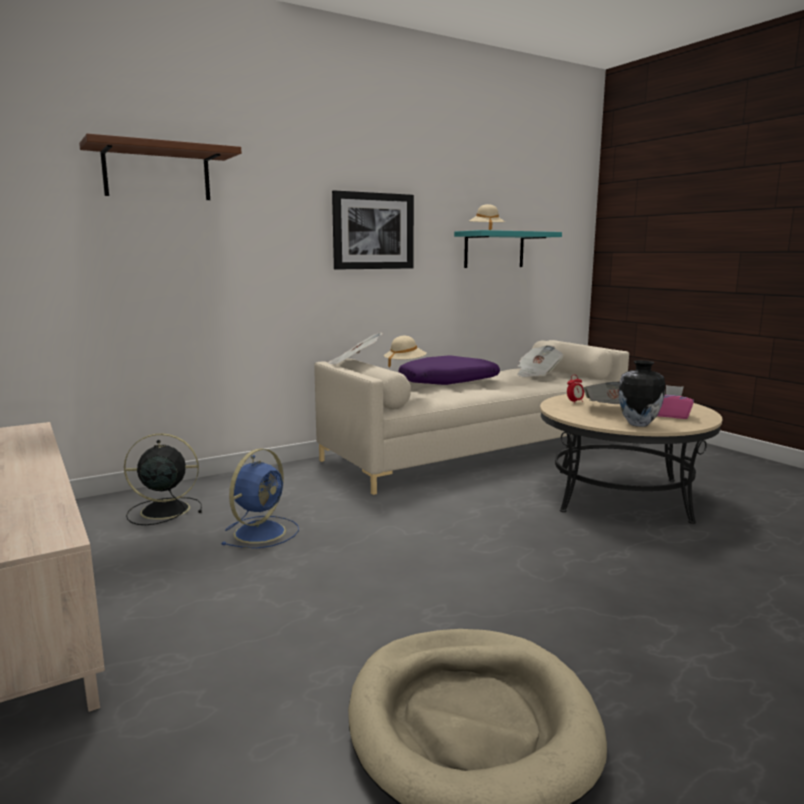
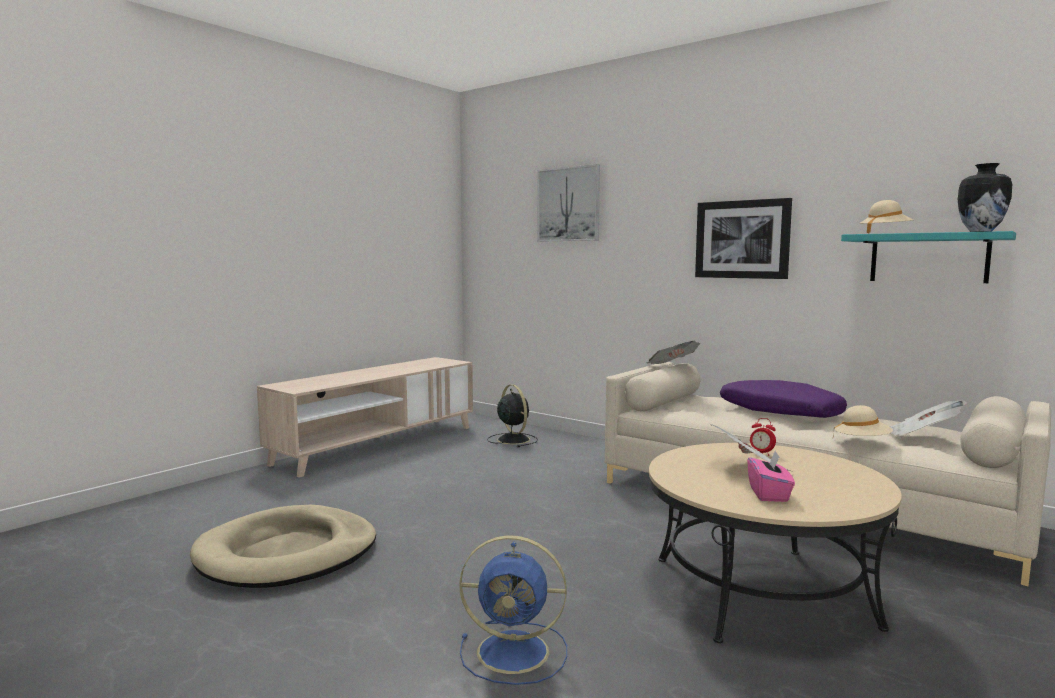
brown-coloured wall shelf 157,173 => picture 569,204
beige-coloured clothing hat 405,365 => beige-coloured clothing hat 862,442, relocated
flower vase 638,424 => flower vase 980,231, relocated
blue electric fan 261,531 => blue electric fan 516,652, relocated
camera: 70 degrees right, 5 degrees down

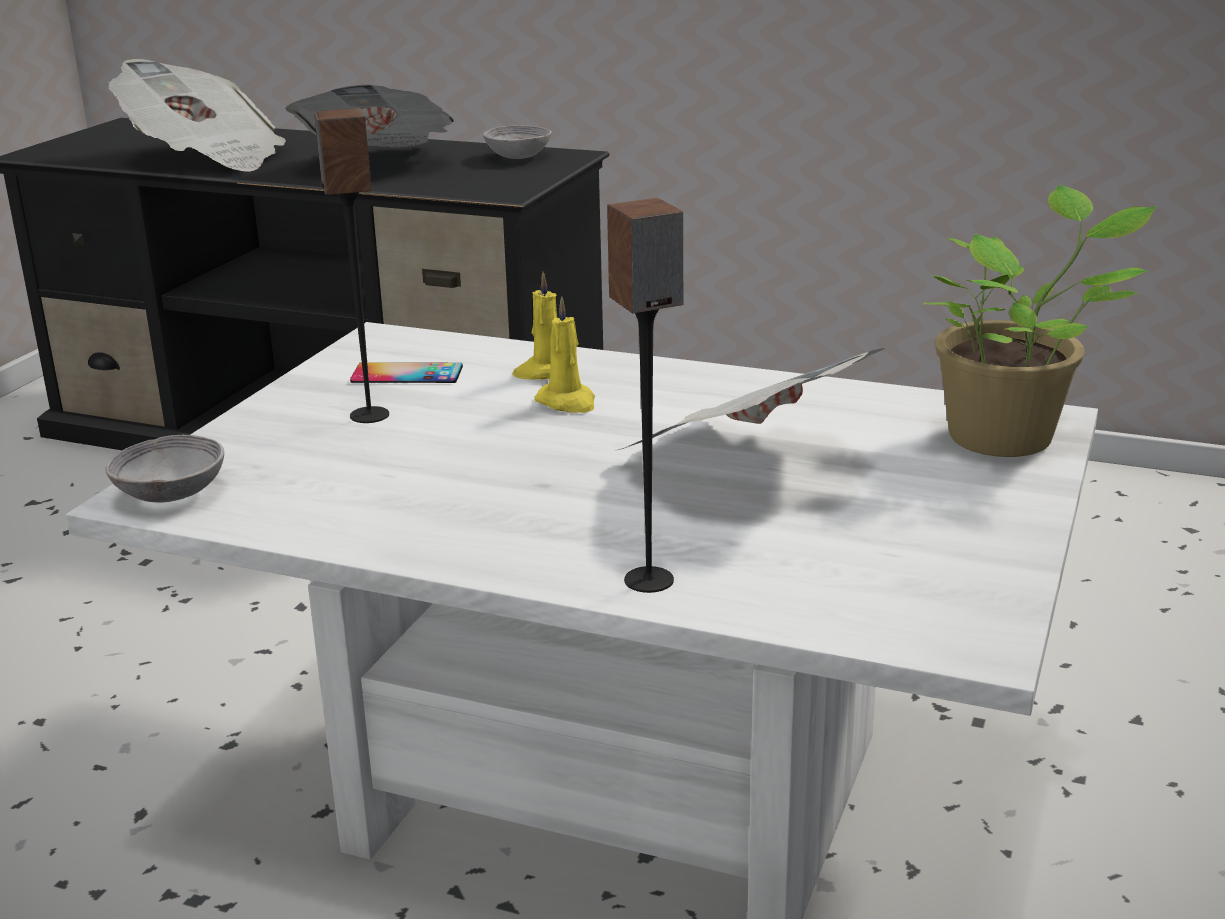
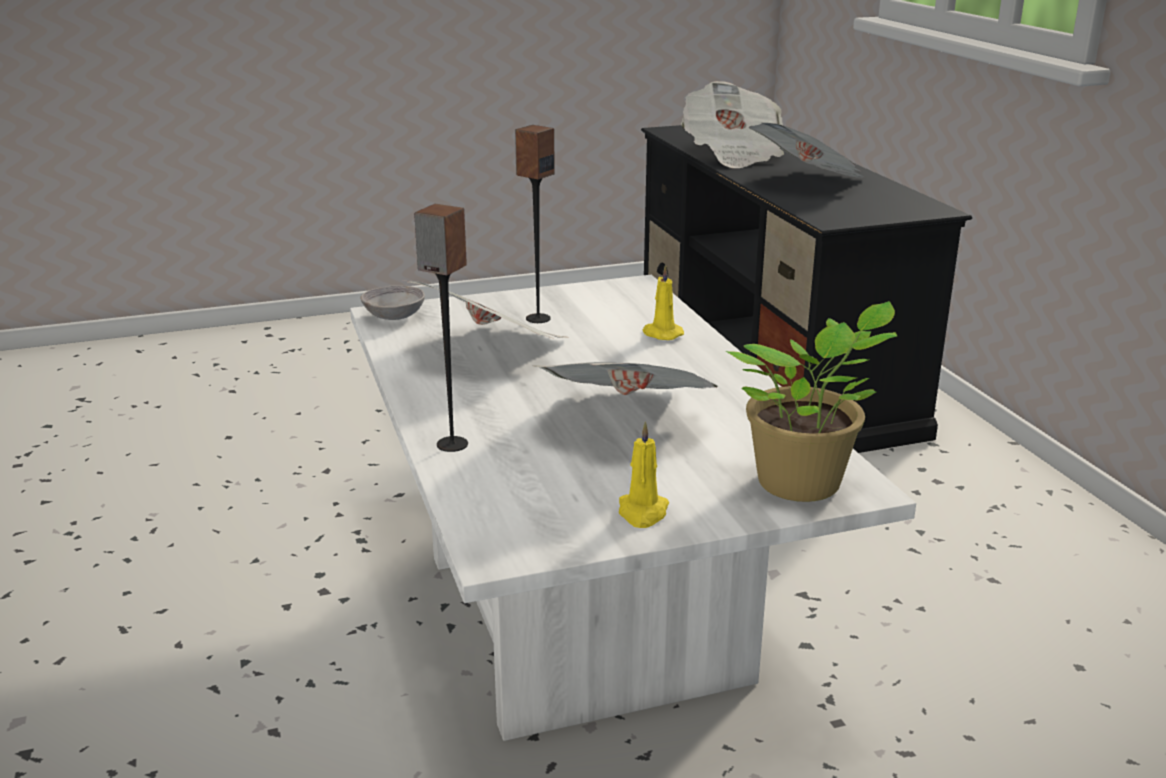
grey serving bowl 518,157 => nothing
yellow candle 567,402 => yellow candle 642,512, relocated
handset 407,374 => nothing
nothing => printed paper 490,351
camera: 50 degrees right, 0 degrees up

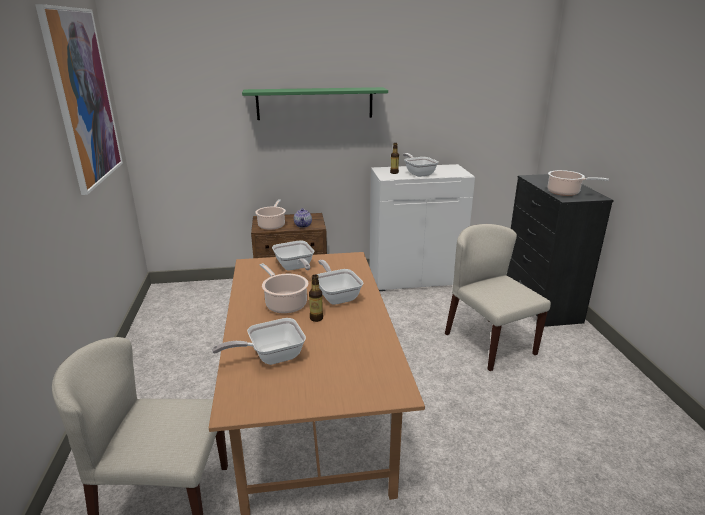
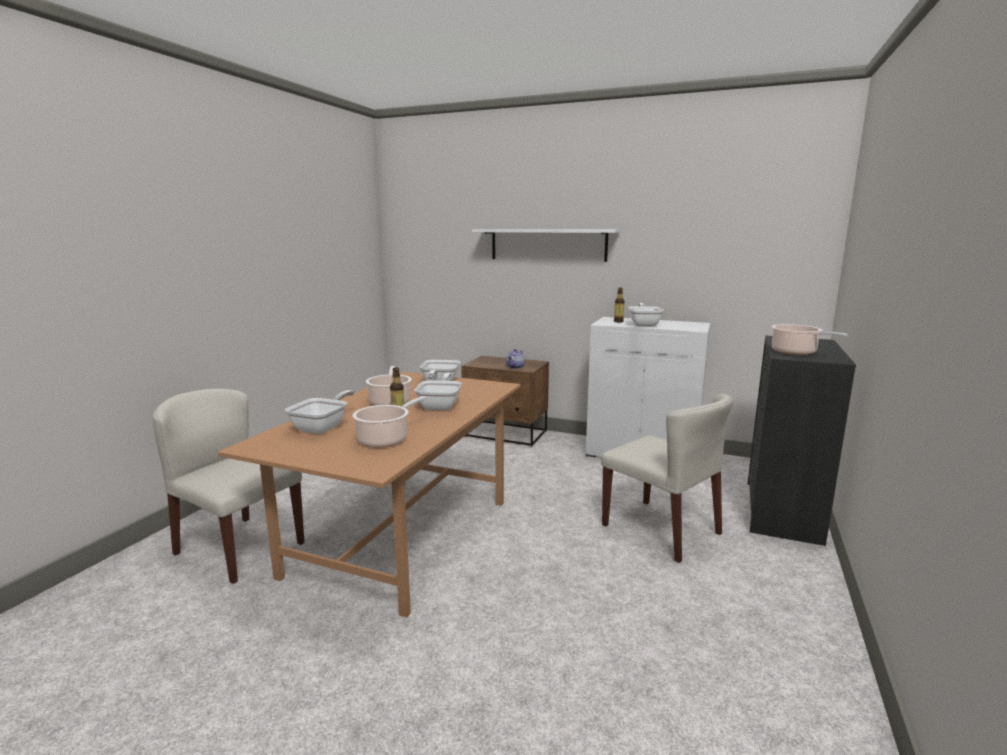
picture 83,98 => nothing
greenish wall shelf 315,103 => white-coloured wall shelf 548,244
saucepot 272,225 => saucepot 385,439, relocated
beige-coloured chair 489,343 => beige-coloured chair 662,529, 135 degrees clockwise
frying pan 271,356 => frying pan 323,427, 105 degrees clockwise
camera: 30 degrees right, 10 degrees down

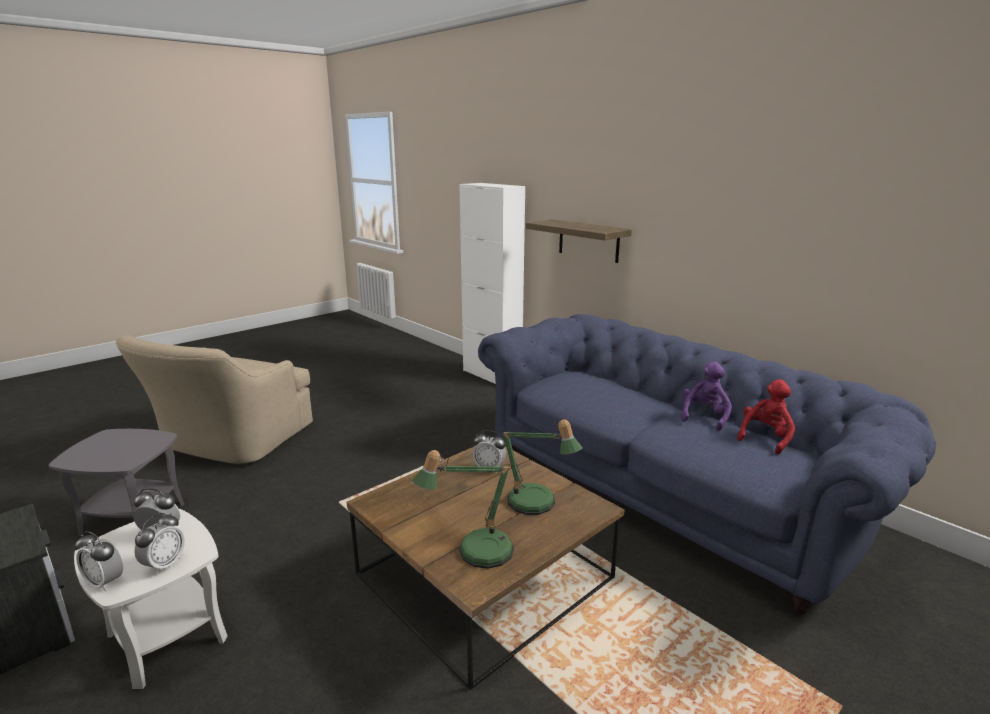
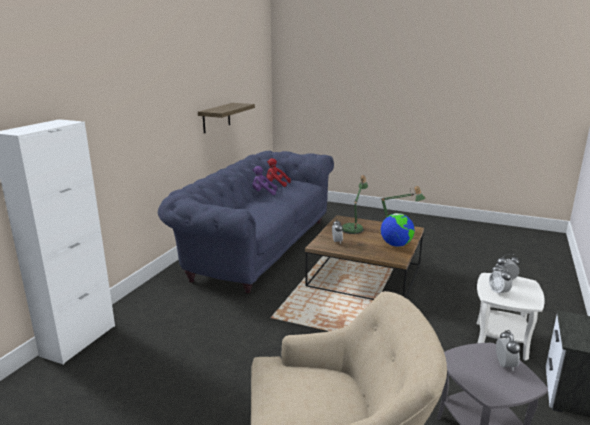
wall shelf 588,240 => wall shelf 216,118, relocated
bedside clock 105,582 => bedside clock 505,365, relocated
nothing => world globe 396,245
camera: 115 degrees left, 0 degrees up

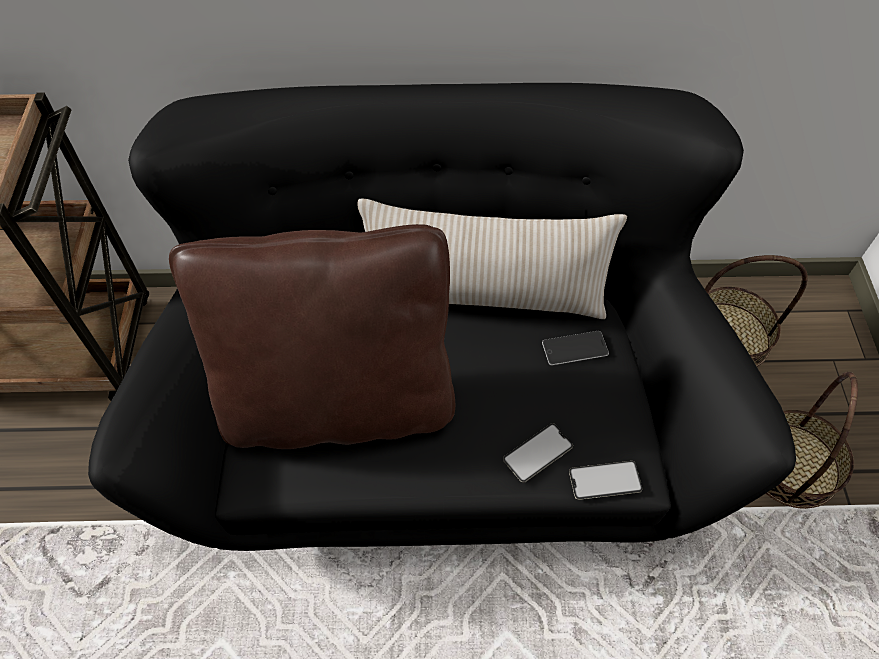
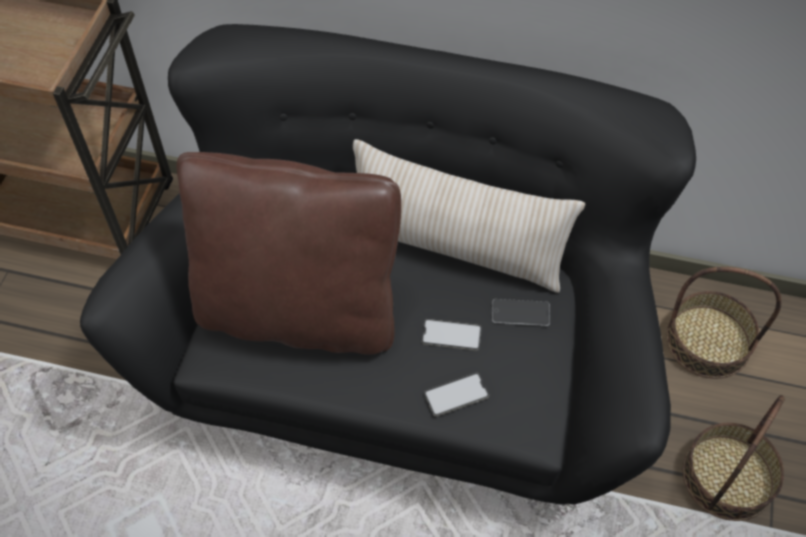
handset 605,480 => handset 451,335, relocated
camera: 15 degrees right, 0 degrees up

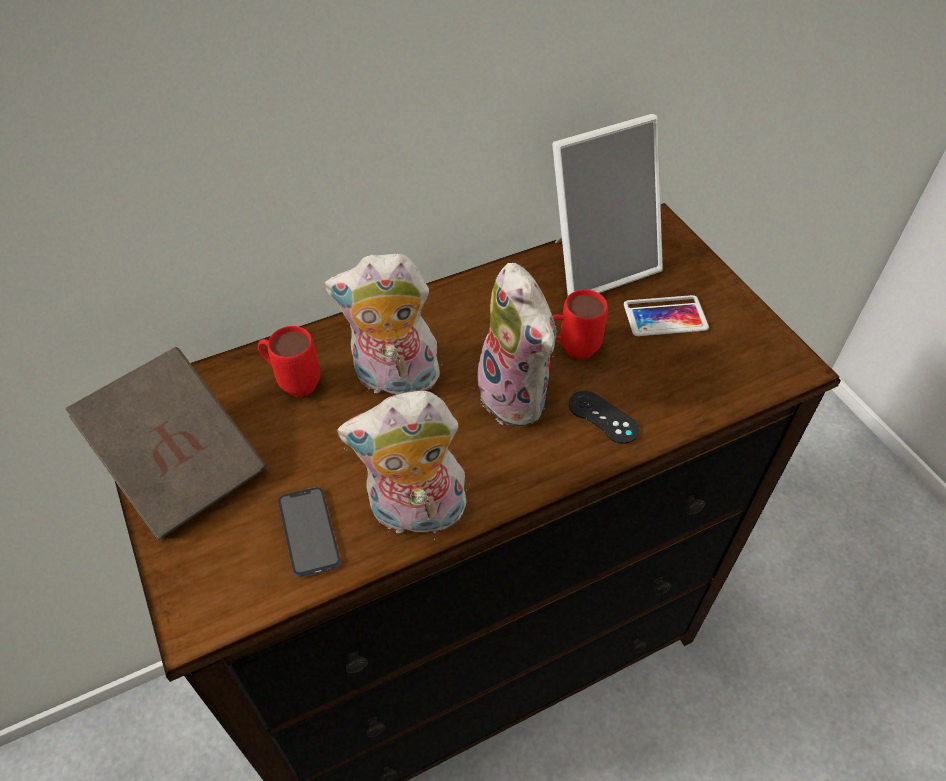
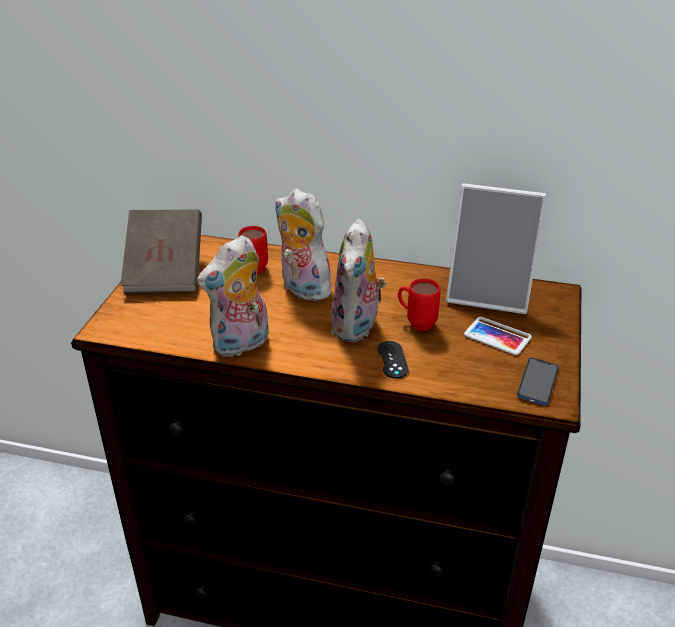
cuddly toy 415,514 => cuddly toy 241,345, 75 degrees counterclockwise
handset 309,532 => handset 537,382, relocated
camera: 40 degrees right, 15 degrees down

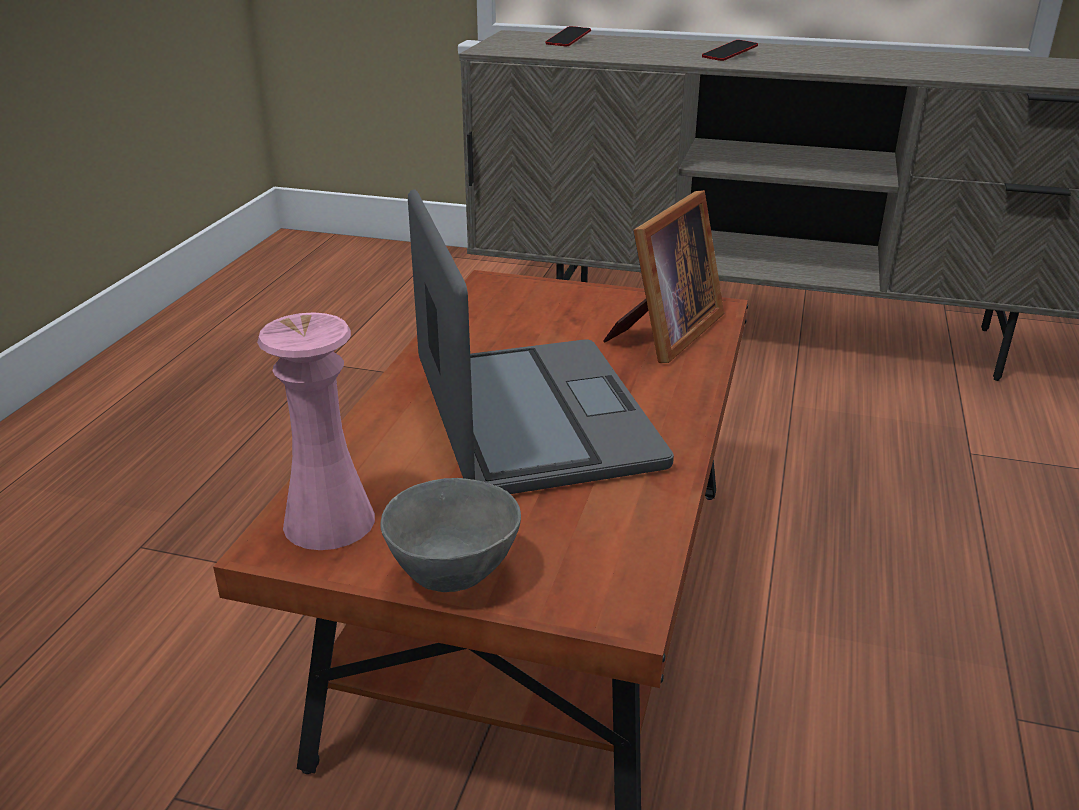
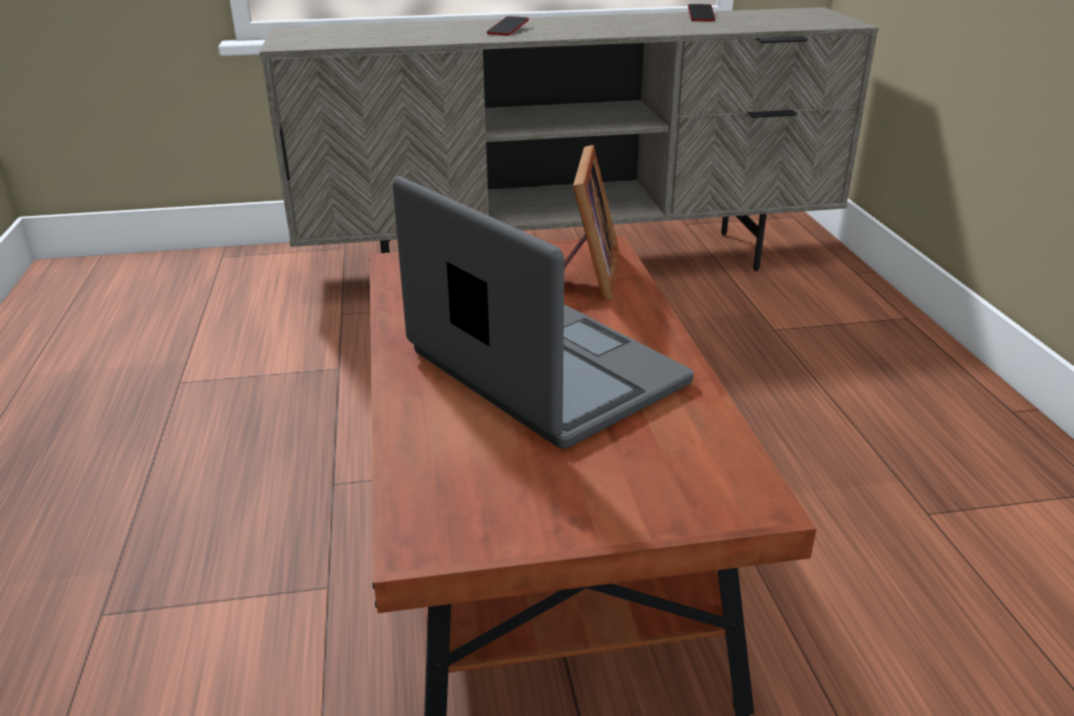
handset 568,41 => handset 701,16, relocated
pink flower vase 329,521 => nothing
grey serving bowl 454,575 => nothing
camera: 25 degrees left, 0 degrees up

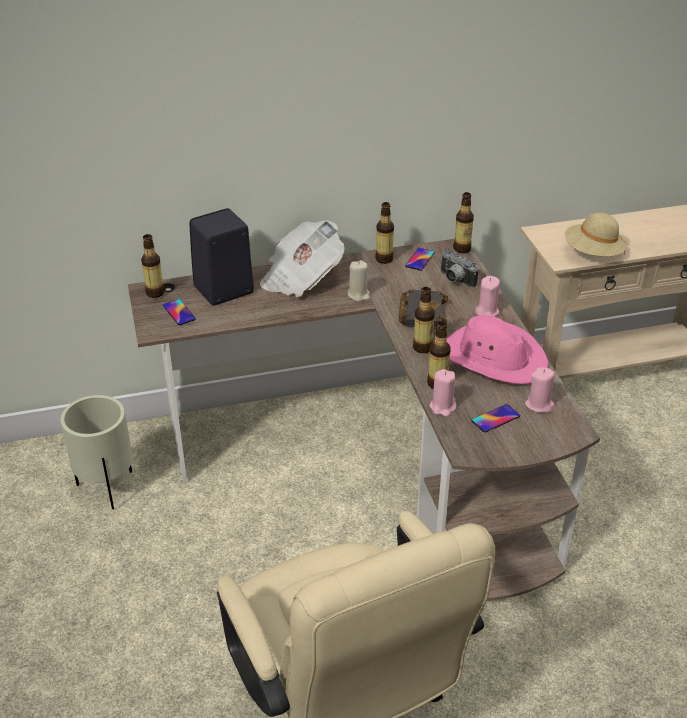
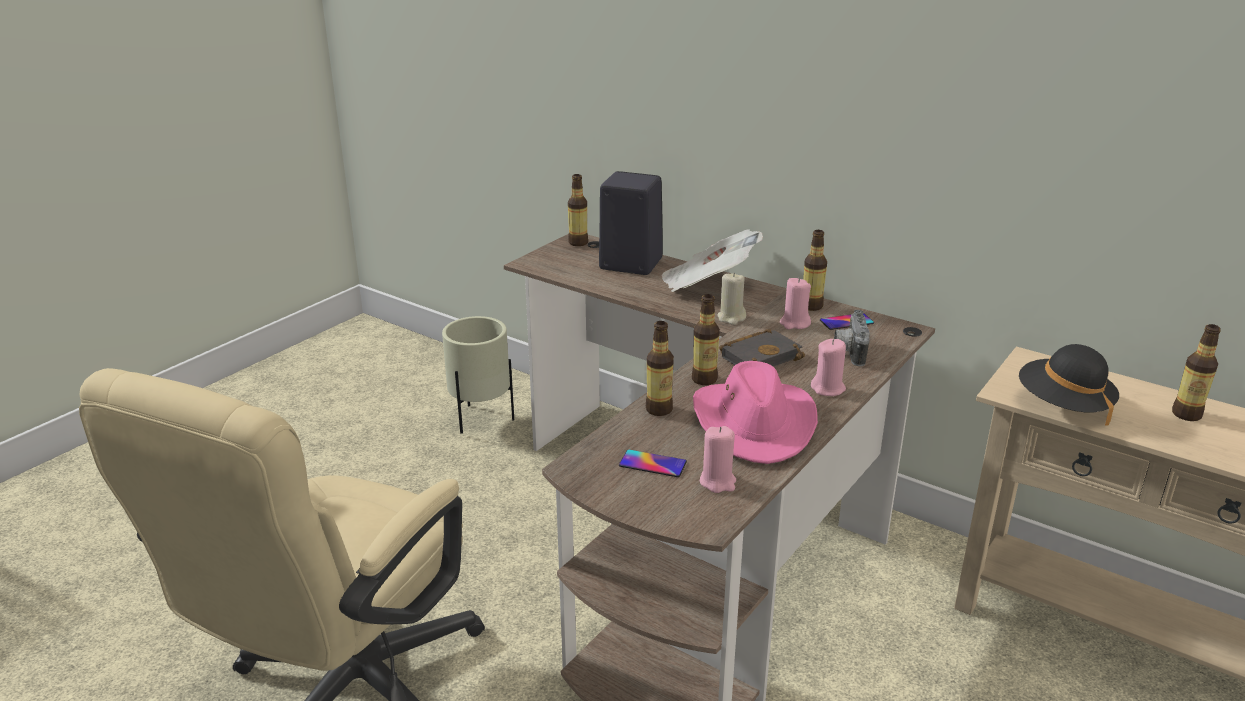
drink bottle 462,249 => drink bottle 1186,414, relocated
beige-coloured clothing hat 592,253 => black-coloured clothing hat 1063,405
handset 179,312 => nothing
pink candle 443,407 => pink candle 794,323, relocated
camera: 50 degrees right, 10 degrees down

